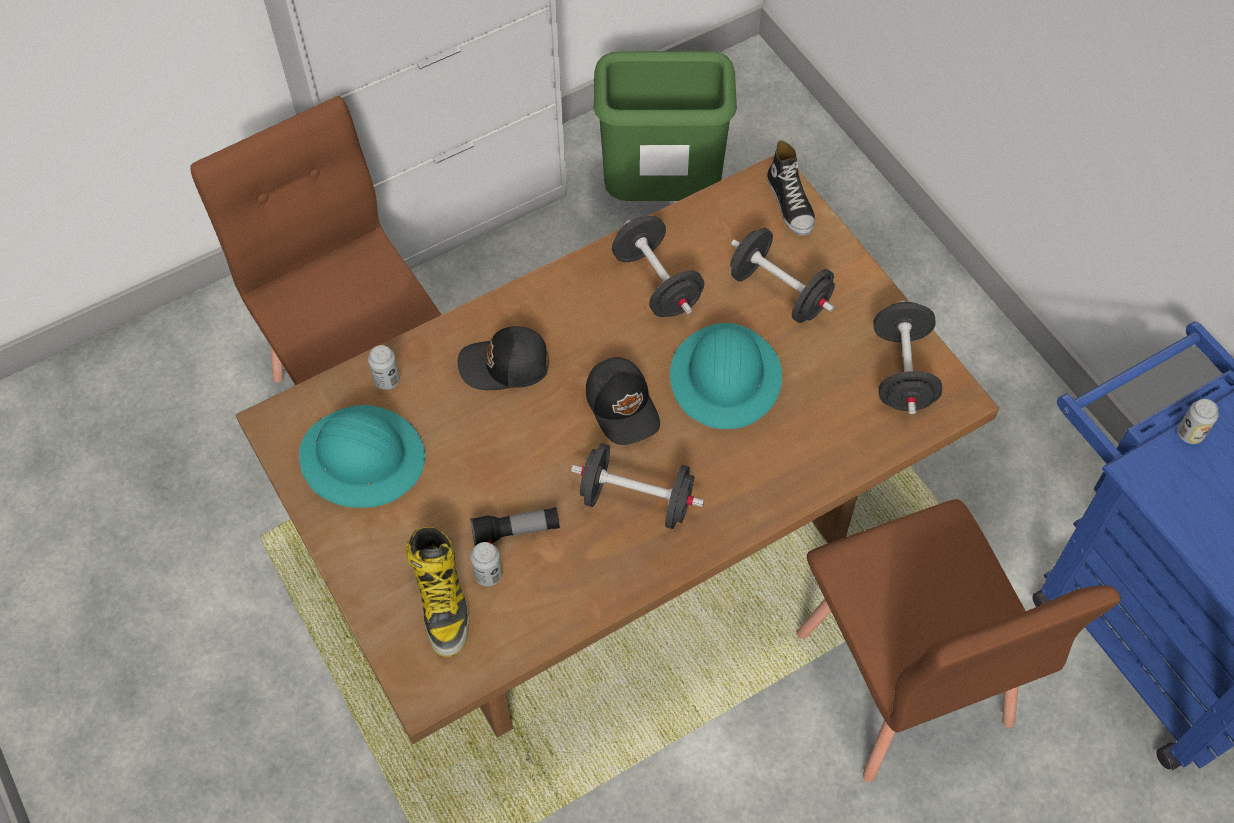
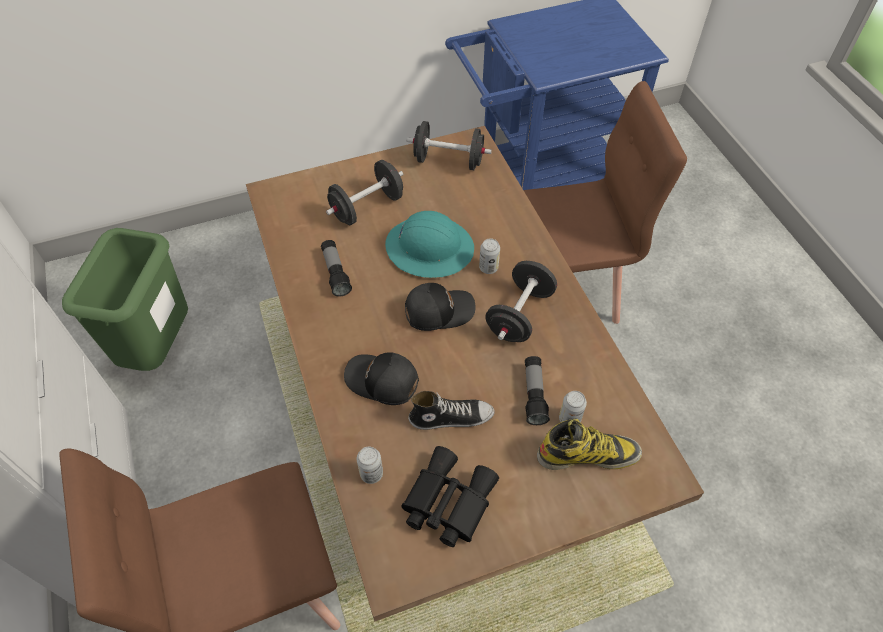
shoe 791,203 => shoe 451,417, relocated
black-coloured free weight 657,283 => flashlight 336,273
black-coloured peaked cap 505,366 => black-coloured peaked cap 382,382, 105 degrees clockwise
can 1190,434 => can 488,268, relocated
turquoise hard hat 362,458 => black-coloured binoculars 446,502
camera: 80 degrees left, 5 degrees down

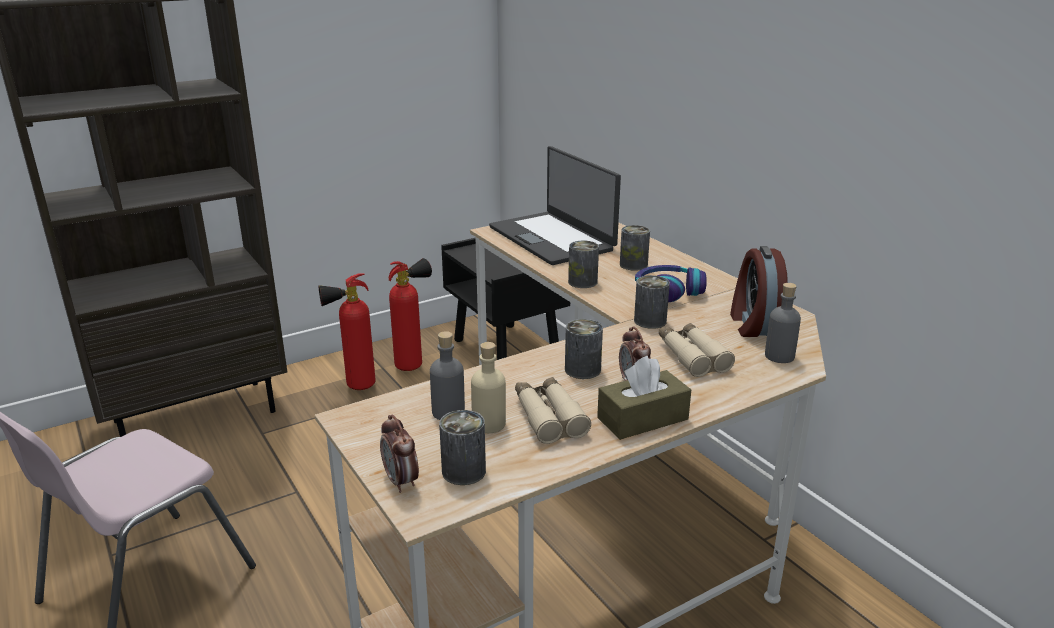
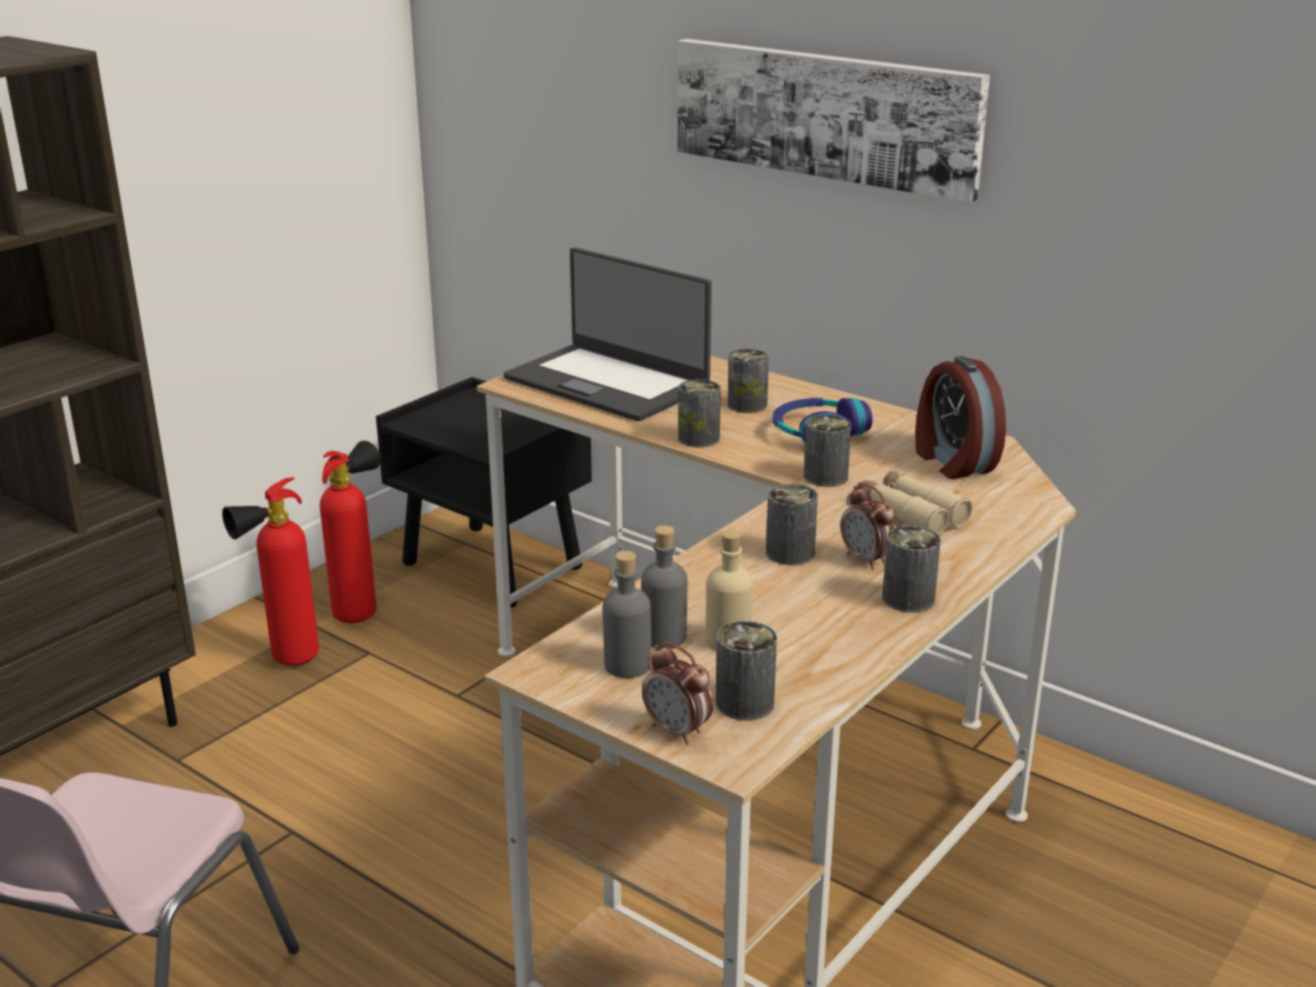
grey drink bottle 779,356 => grey drink bottle 627,665, relocated
brown-coloured tissue holder 642,419 => can 908,599
beige-coloured binoculars 549,417 => nothing
nothing => picture 825,115
camera: 20 degrees left, 0 degrees up

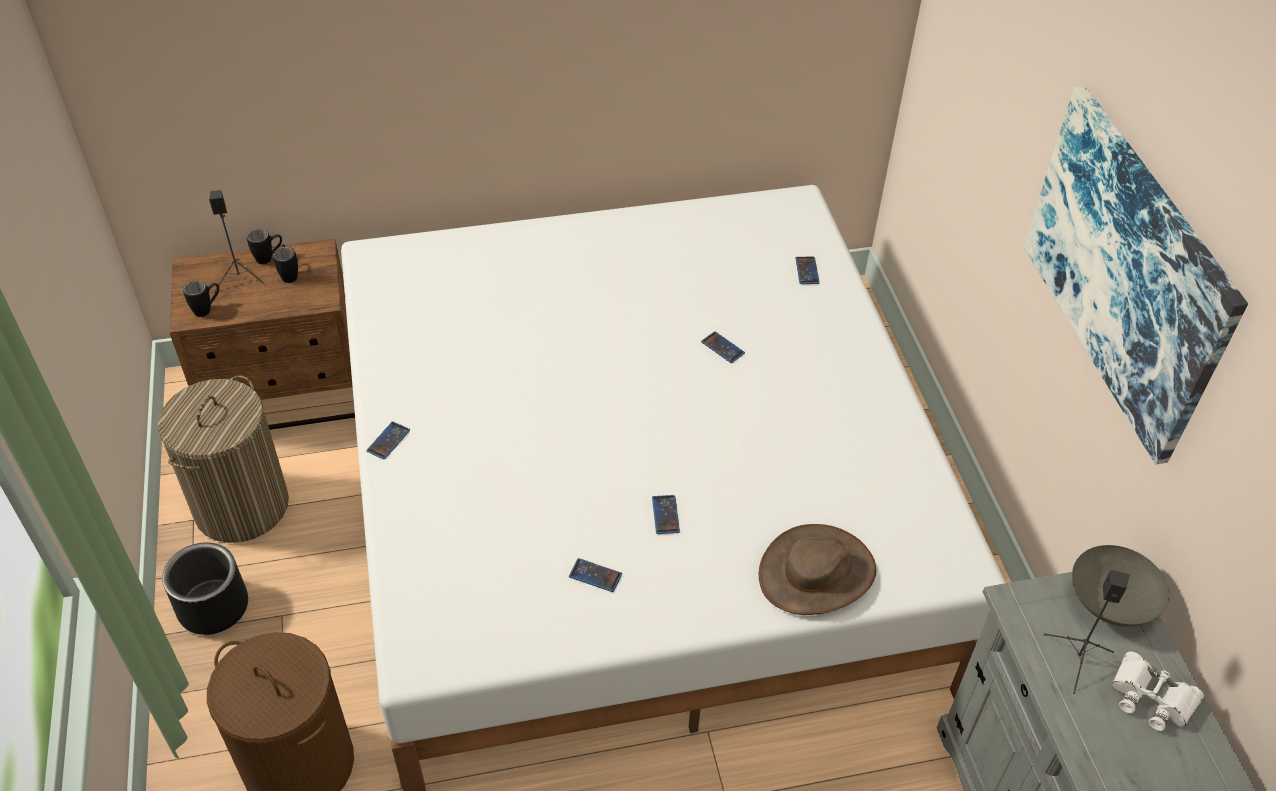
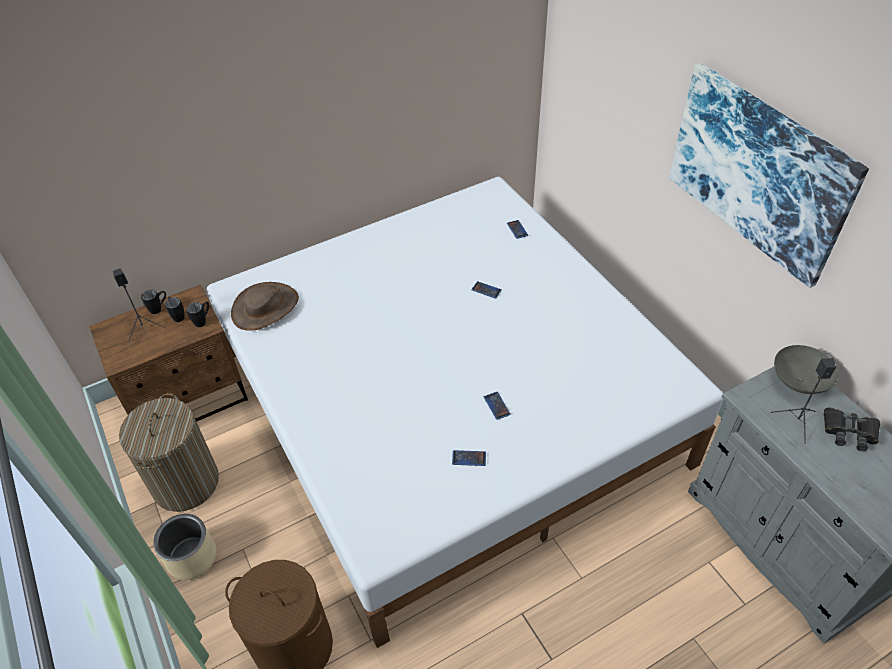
black-coloured tea mug 207,309 => black-coloured tea mug 203,321, relocated
handset 388,441 => nothing
brown-coloured clothing hat 817,573 => brown-coloured clothing hat 265,308, relocated
black-coloured planter 213,606 => beige-coloured planter 191,557
white-coloured binoculars 1151,697 => black-coloured binoculars 849,432
camera: 15 degrees left, 0 degrees up

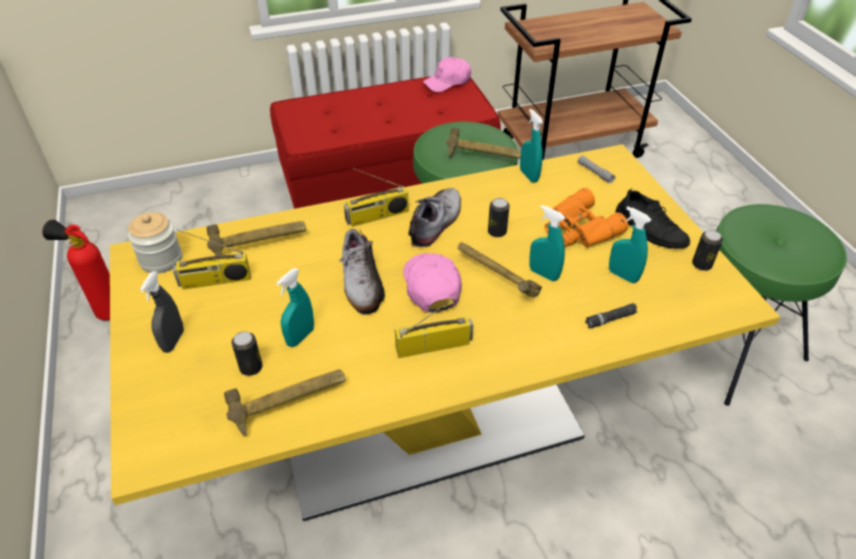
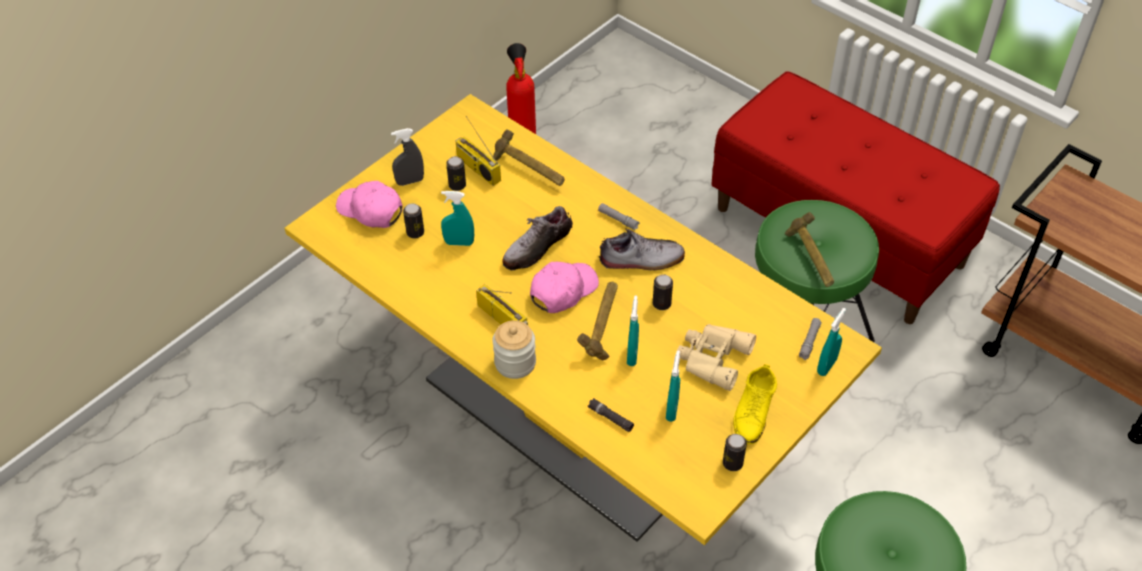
pink peaked cap 447,82 => pink peaked cap 370,210, relocated
turquoise hand sprayer 529,176 => turquoise hand sprayer 826,366, relocated
radio set 377,216 => grey flashlight 618,219
orange binoculars 578,229 => beige-coloured binoculars 711,358
black-coloured shoe 650,229 => yellow shoe 754,410
storage jar 161,259 => storage jar 515,363, relocated
hand hammer 289,406 => nothing
nothing => can 457,185
camera: 60 degrees right, 5 degrees up

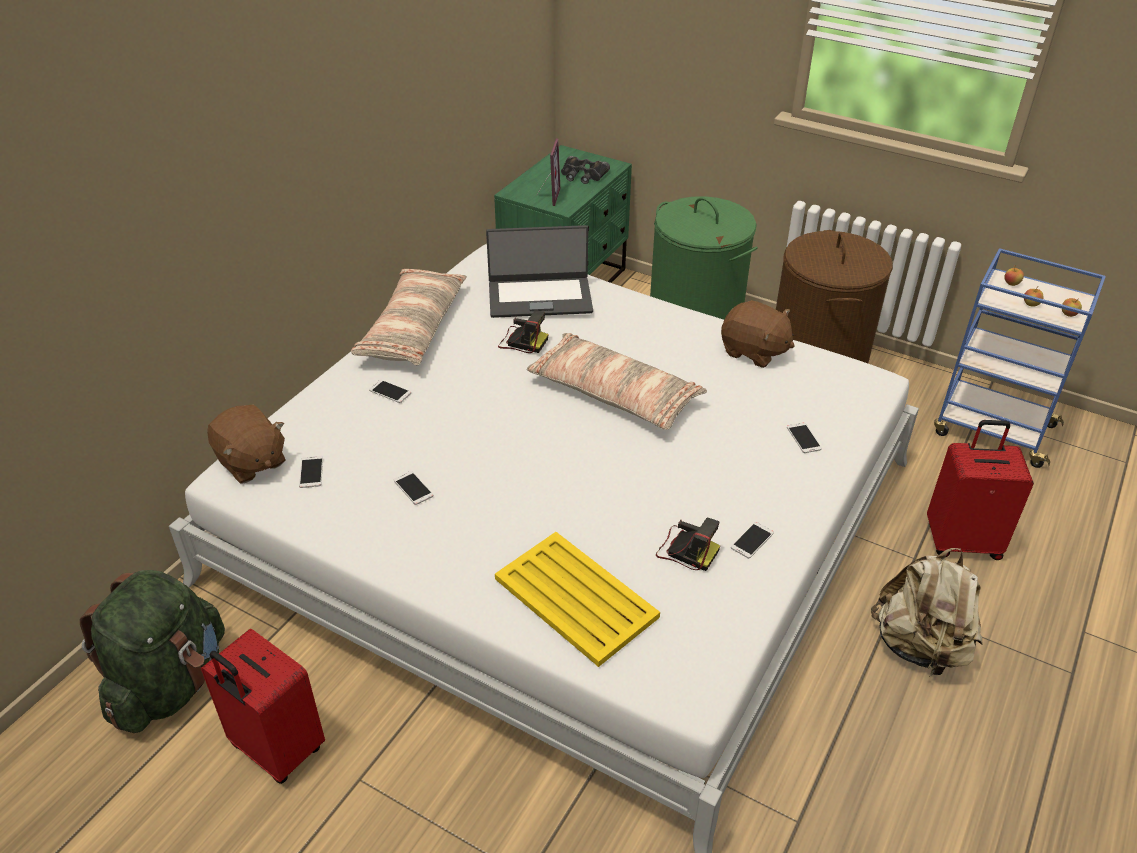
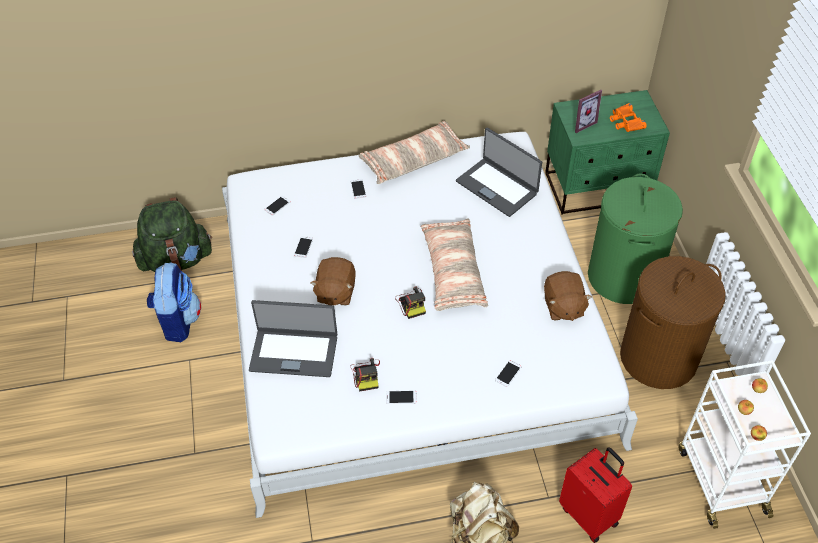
black-coloured binoculars 583,175 => orange binoculars 625,121
blue trolley 991,429 => white-coloured trolley 721,479
still camera 522,341 => still camera 411,303, relocated
brown-coloured cuddly toy 251,462 => brown-coloured cuddly toy 335,292, relocated
yellow tray 575,596 => laptop 294,352
red-coloured suitcase 276,750 => knapsack 178,321
camera: 50 degrees right, 10 degrees up

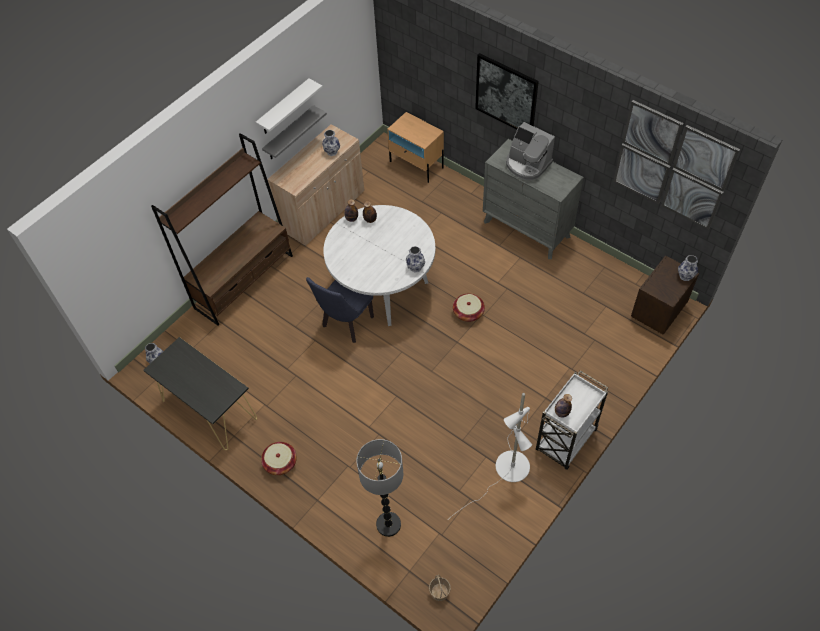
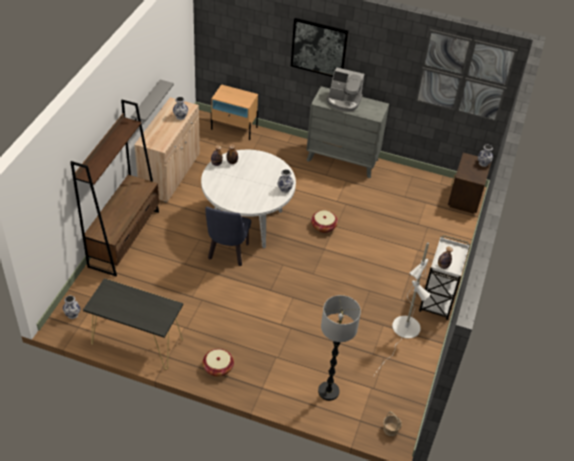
white-coloured wall shelf 284,107 => nothing
camera: 25 degrees left, 10 degrees down

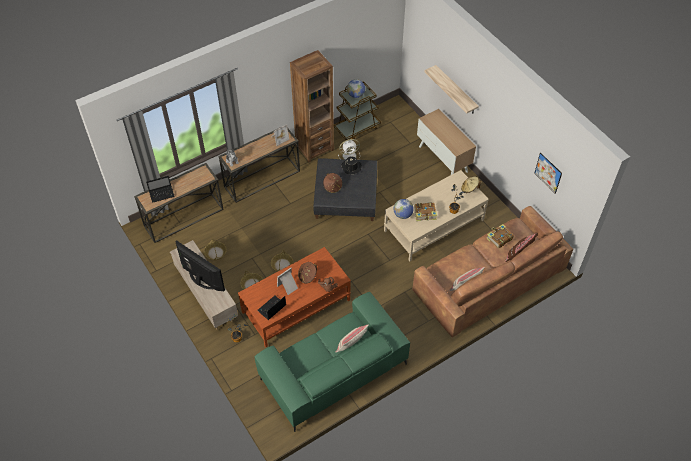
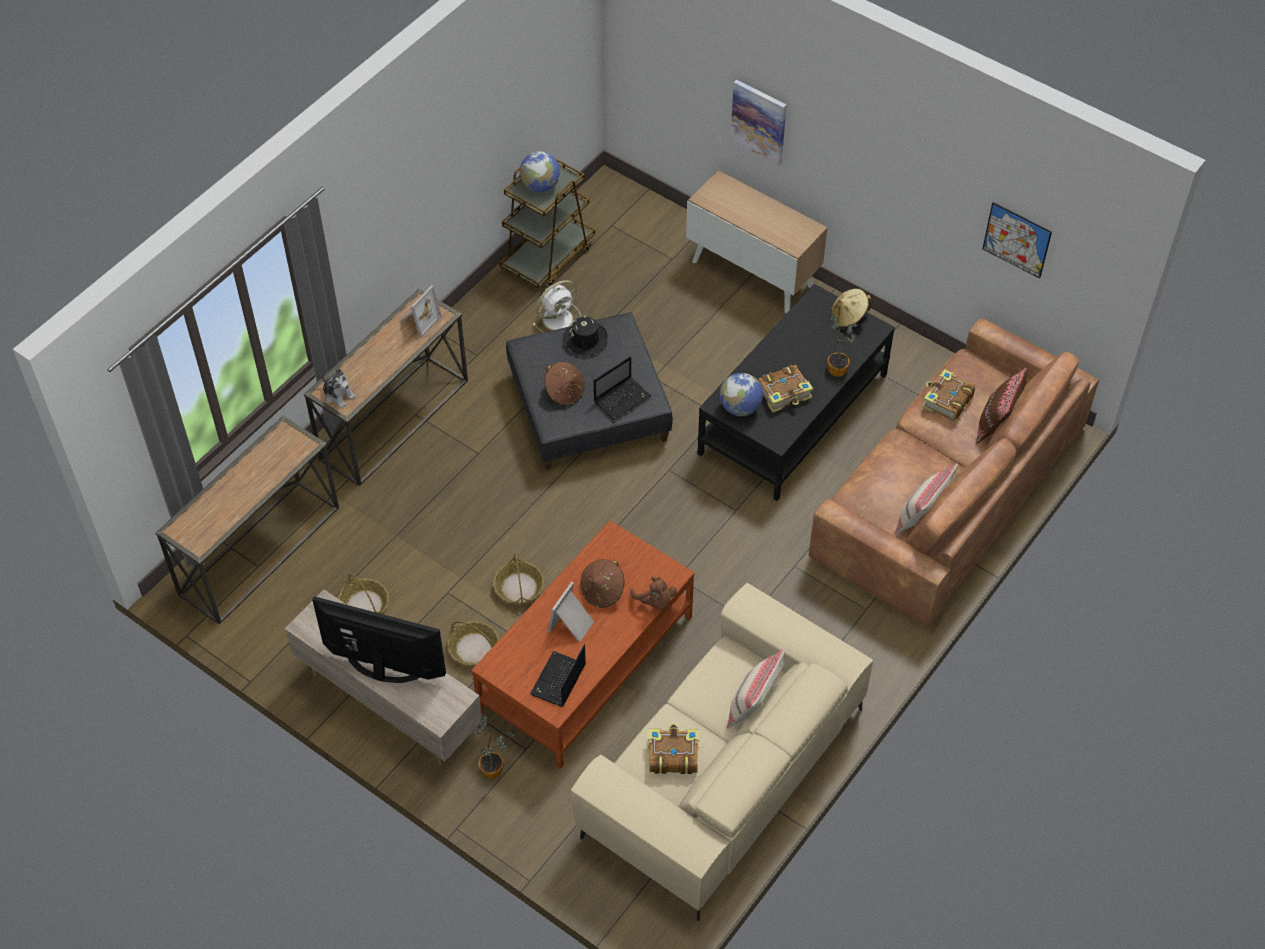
brown-coloured bookcase 314,148 => nothing
wall shelf 456,90 => picture 759,121
beige-coloured coffee table 433,225 => black-coloured coffee table 793,414
laptop 162,194 => laptop 623,398, relocated
greenish couch 333,371 => beige-coloured couch 722,771
nothing => volume 672,754
camera: 20 degrees left, 0 degrees up

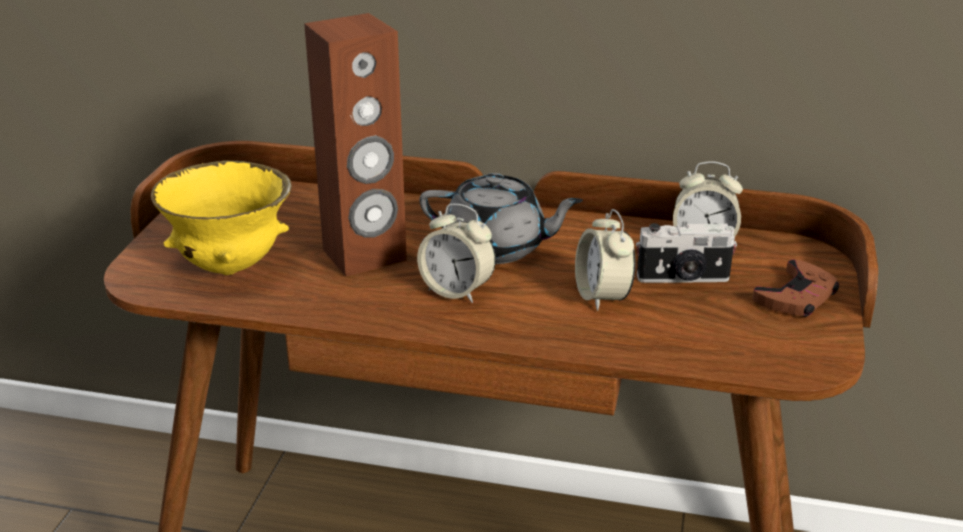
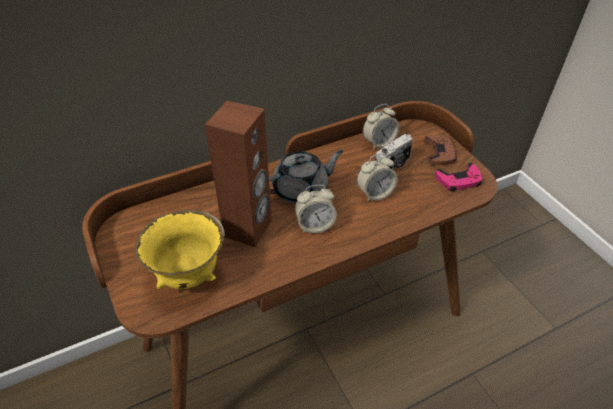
bedside clock 602,296 => bedside clock 374,193, 60 degrees counterclockwise
nothing => pink game controller 459,180
camera: 40 degrees left, 15 degrees up

